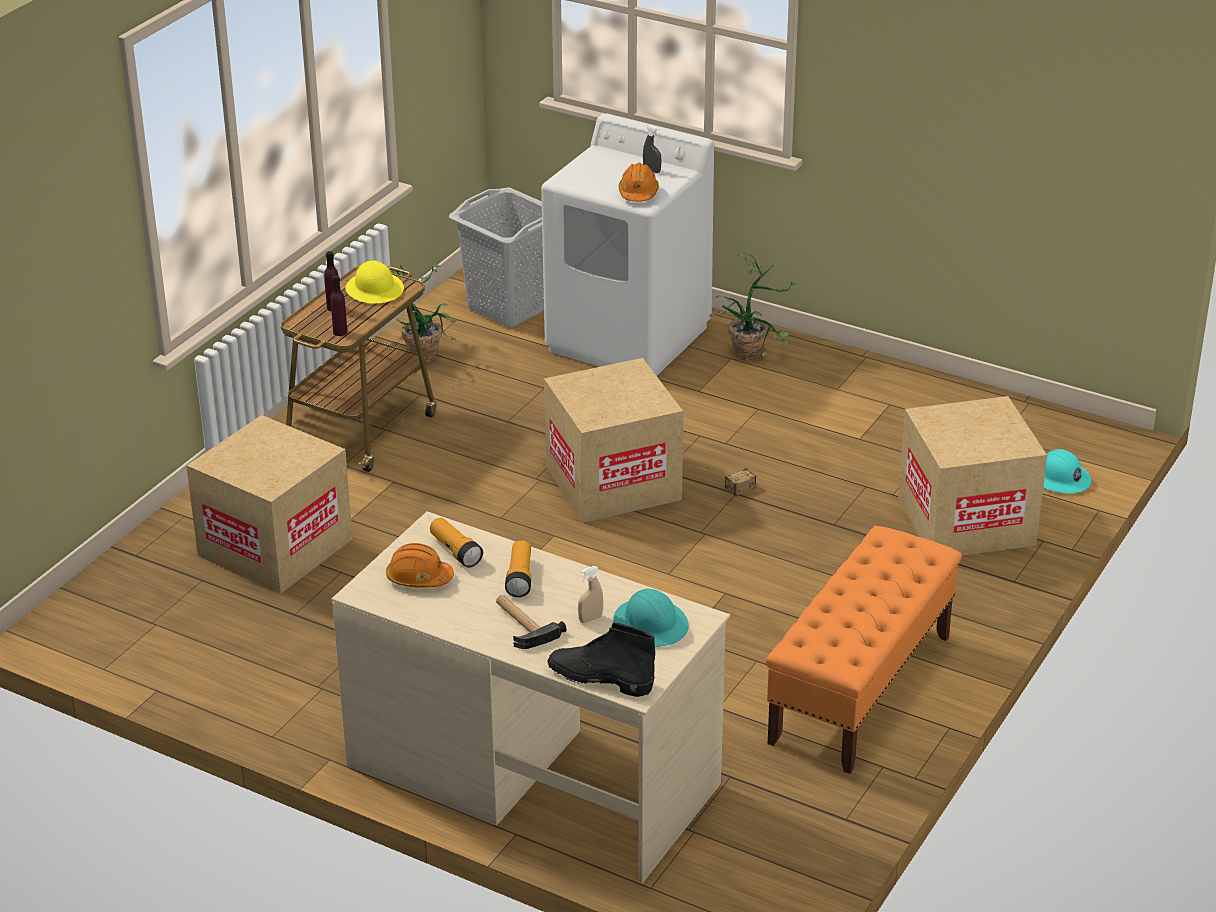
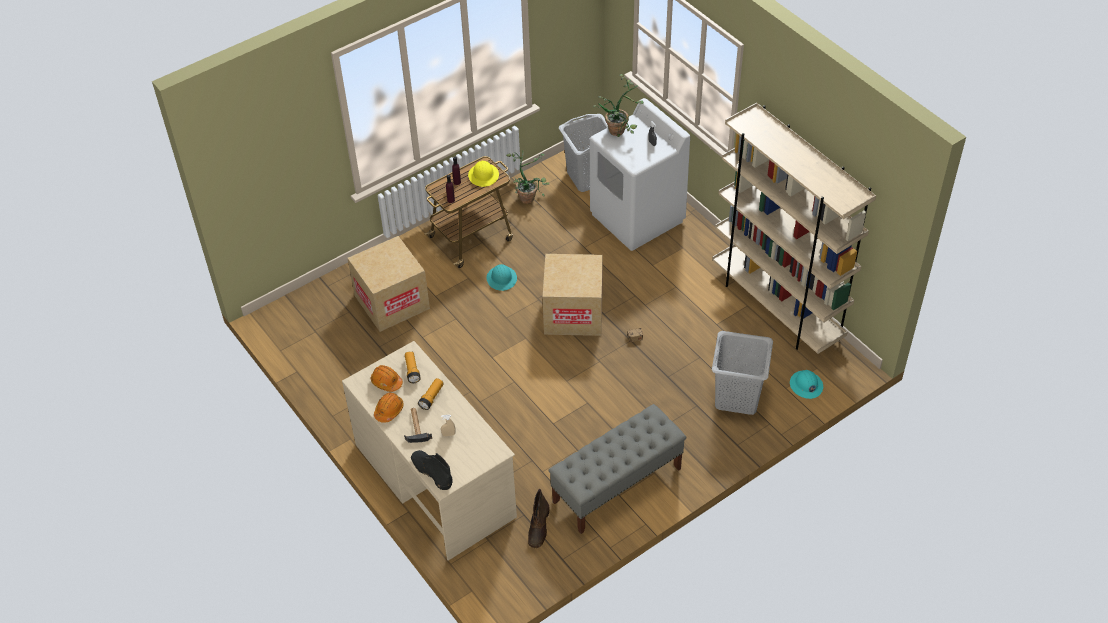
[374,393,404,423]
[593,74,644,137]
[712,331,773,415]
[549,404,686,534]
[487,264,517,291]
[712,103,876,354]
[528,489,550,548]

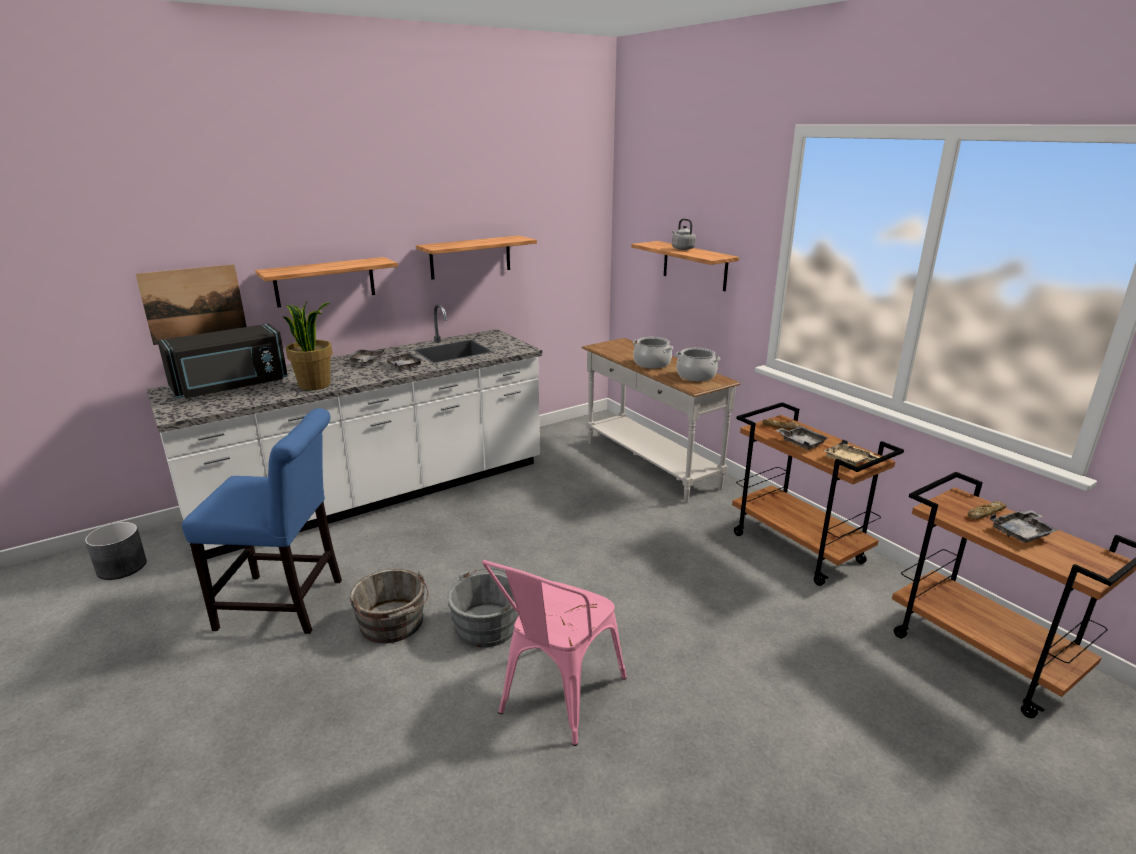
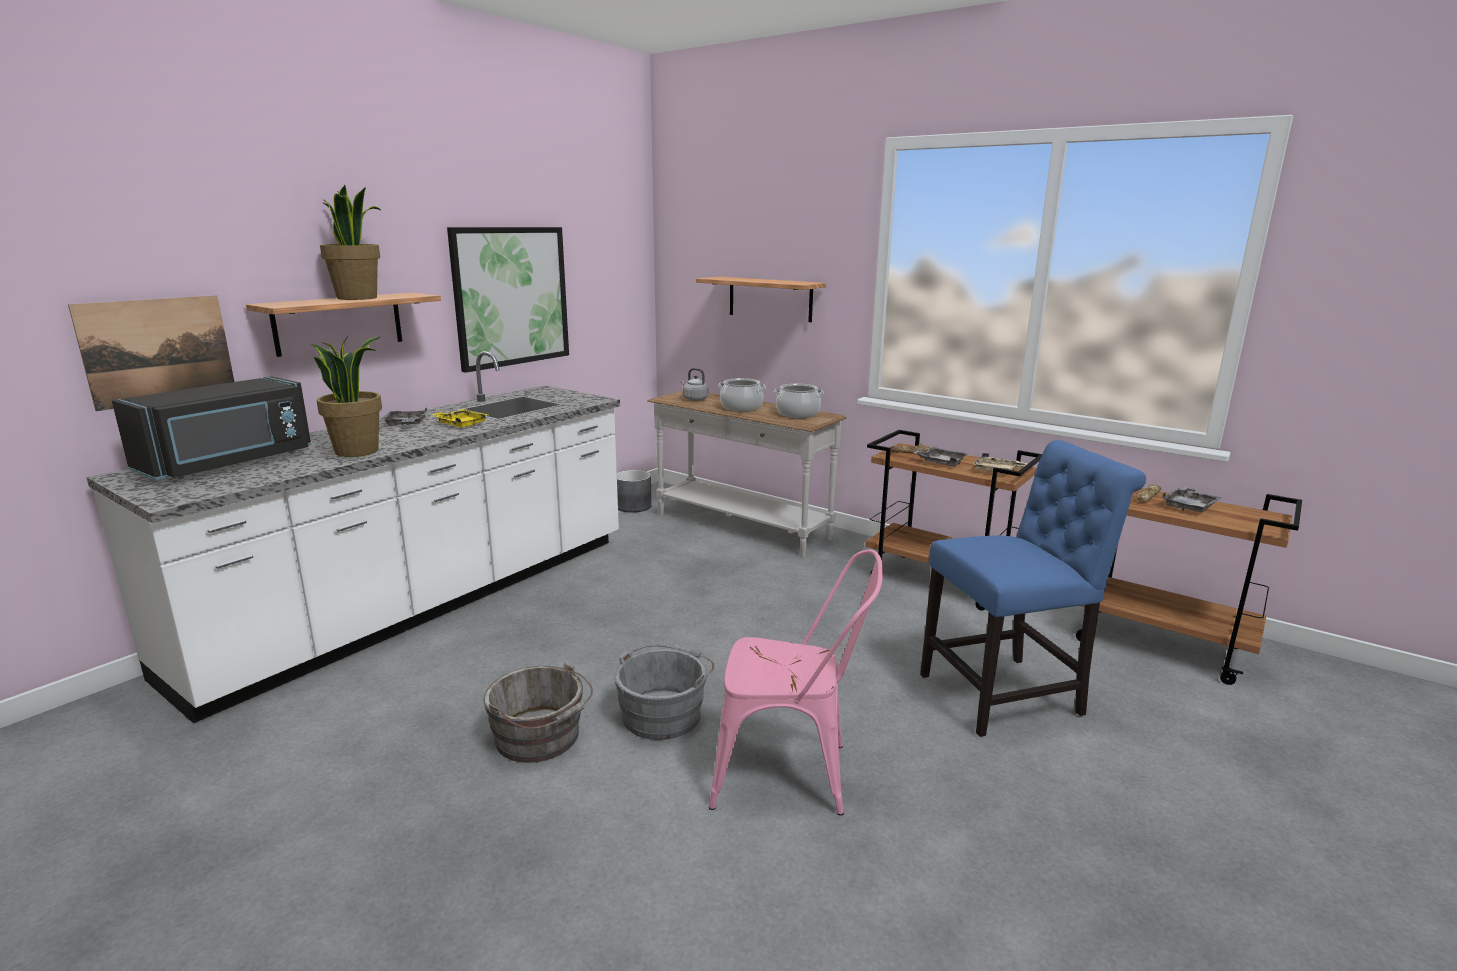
[681,368,708,401]
[447,227,569,373]
[431,409,488,428]
[920,440,1146,737]
[617,470,651,513]
[709,549,883,816]
[320,185,382,300]

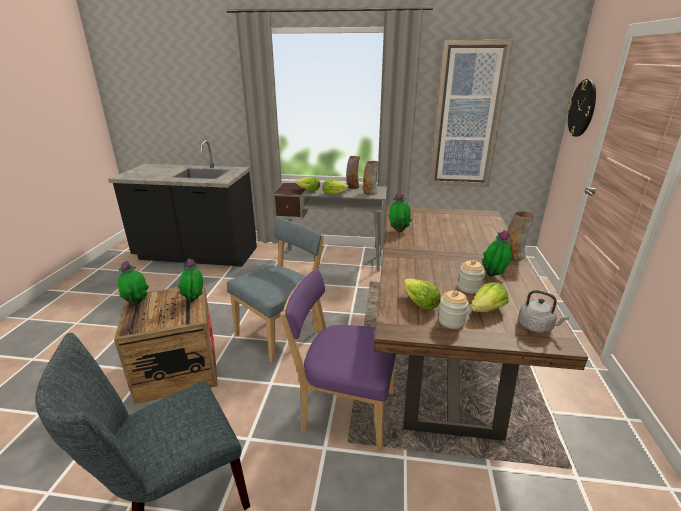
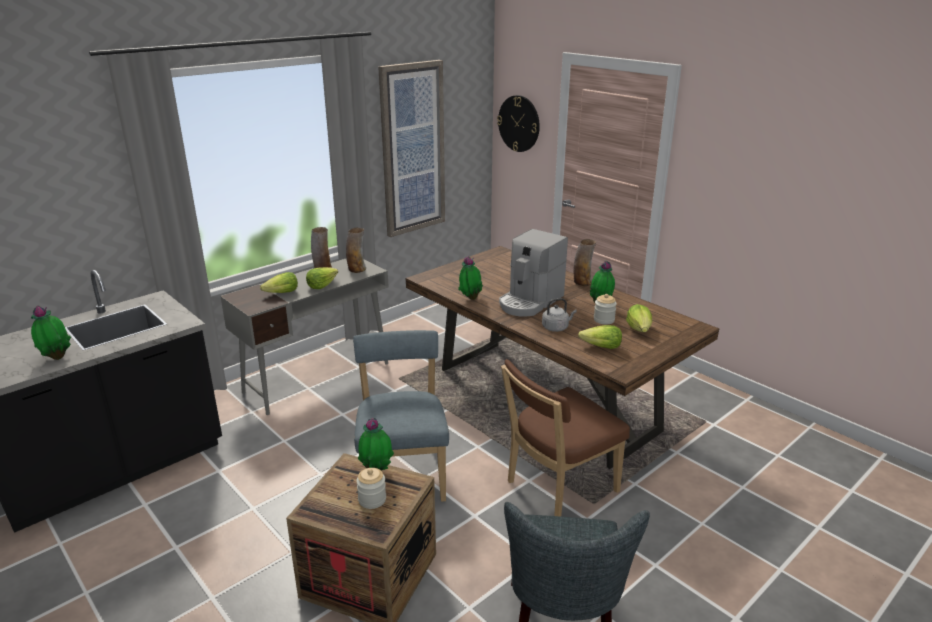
[31,306,71,360]
[501,359,630,517]
[356,468,386,509]
[542,298,577,332]
[499,229,568,316]

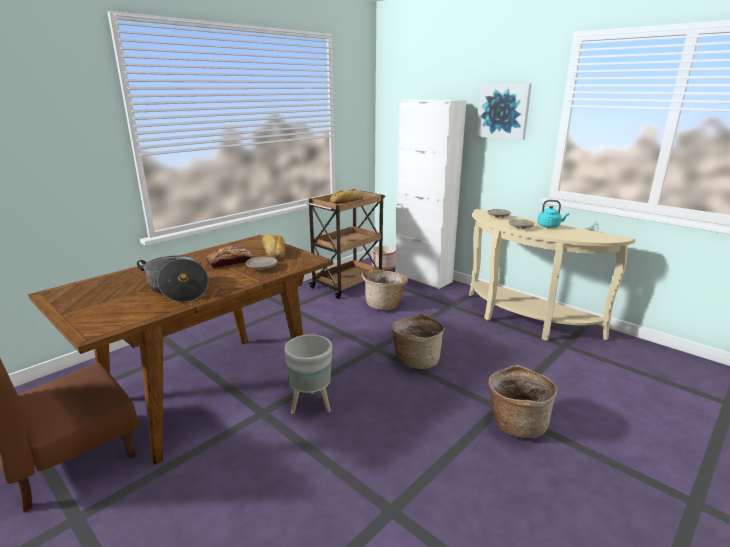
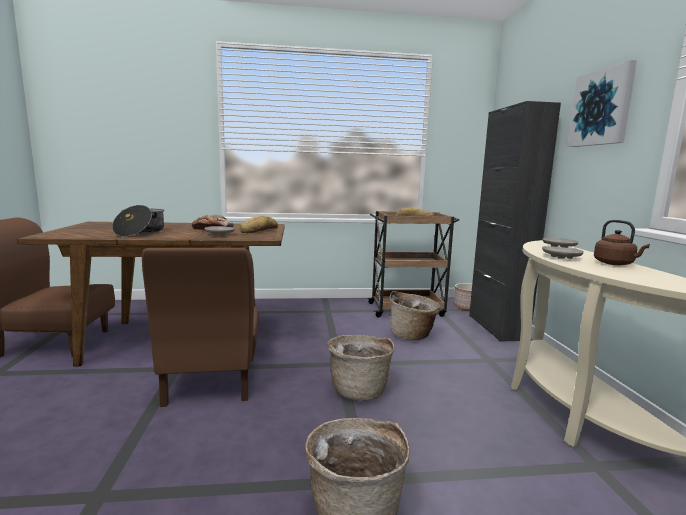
[469,101,561,342]
[594,220,650,265]
[142,248,259,407]

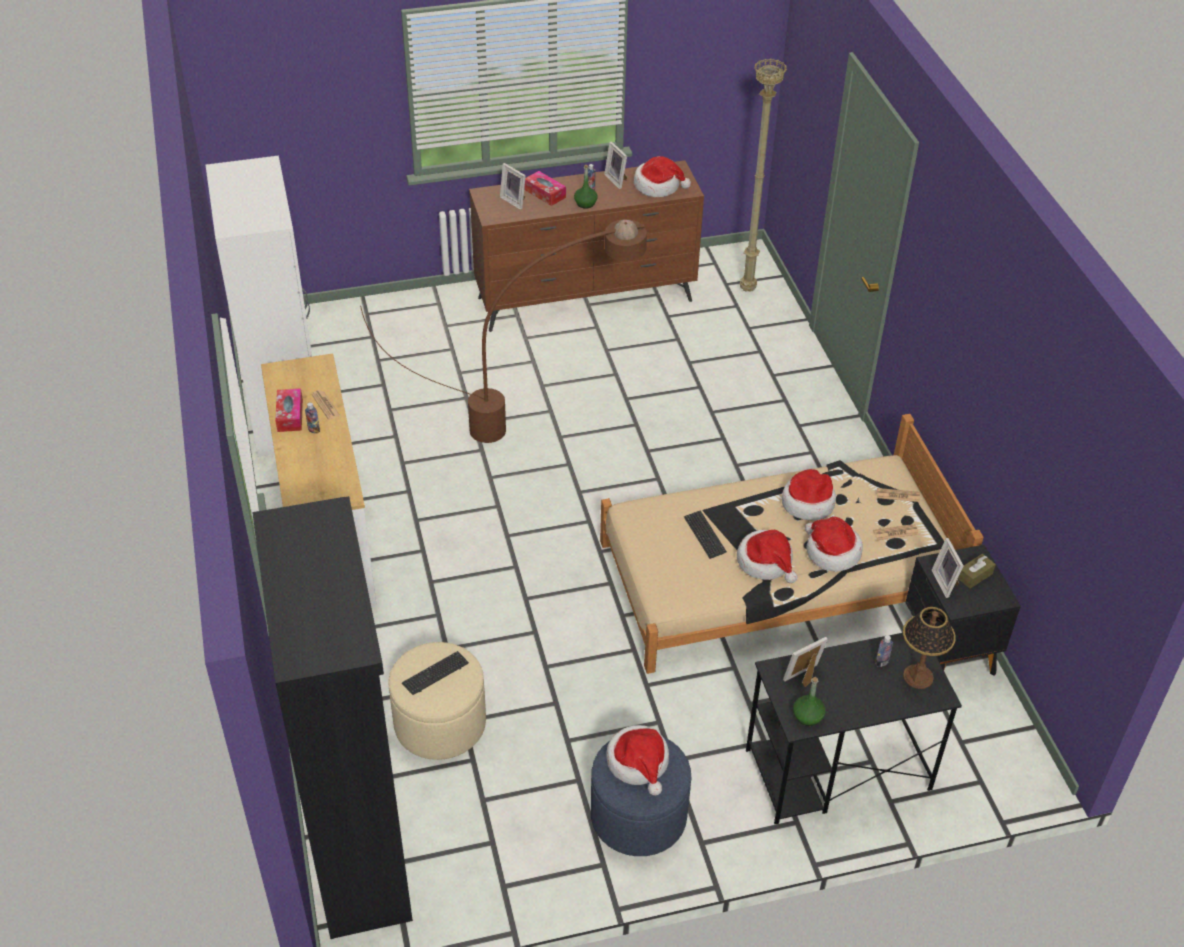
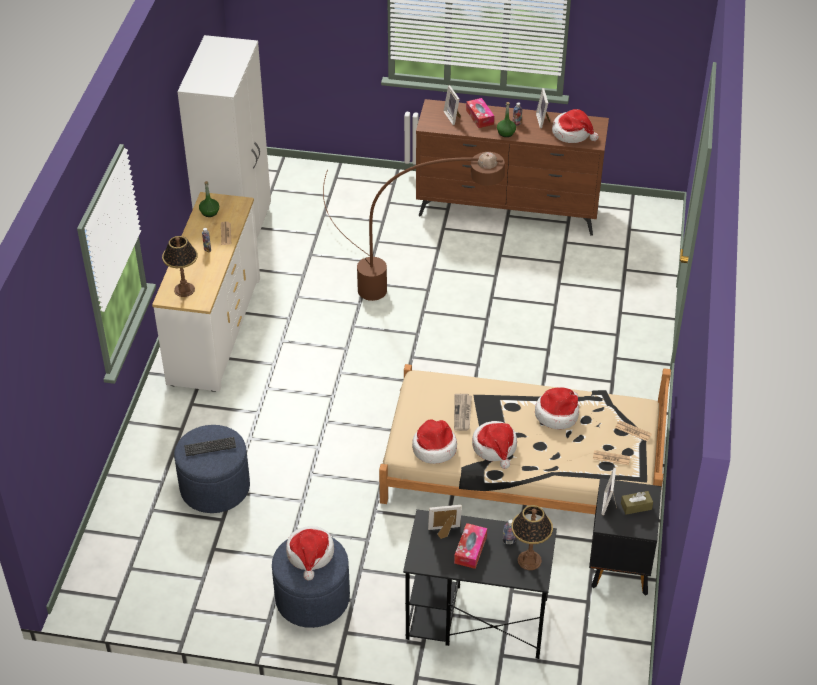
[740,59,787,292] (first image)
[454,523,487,569]
[252,496,413,939] (first image)
[454,394,472,431]
[412,420,457,464]
[174,425,250,513]
[199,181,219,217]
[162,236,198,297]

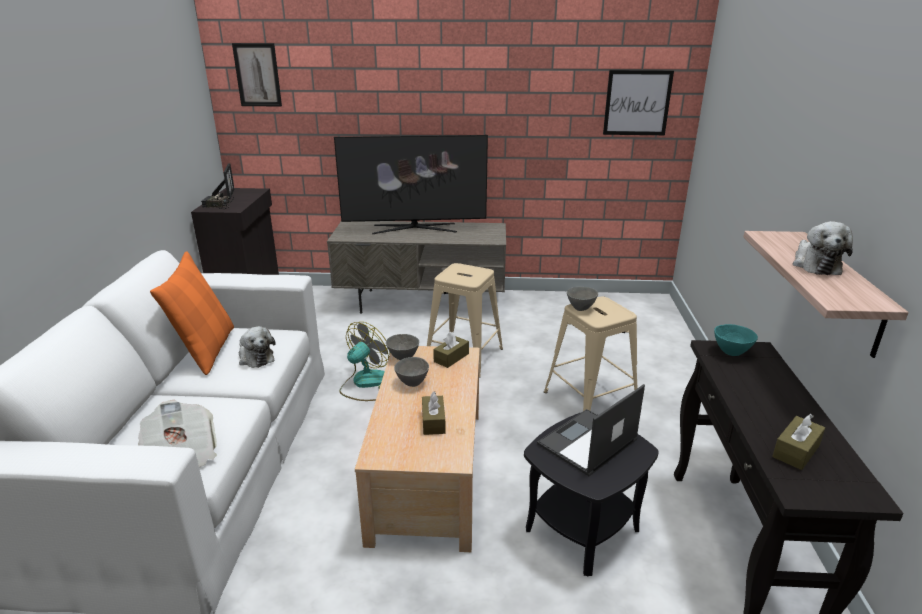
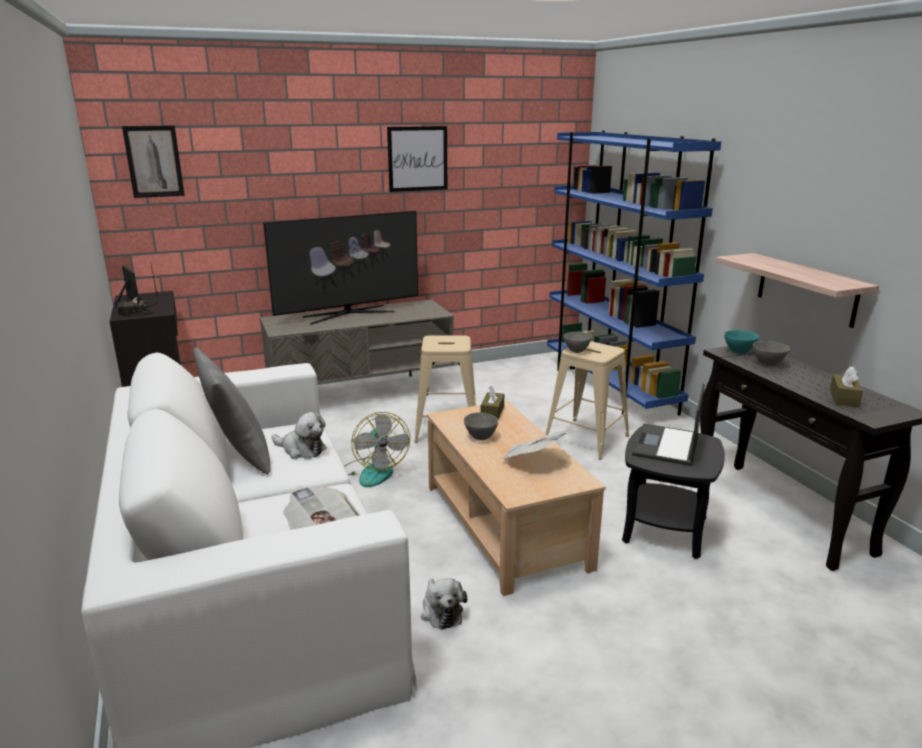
[387,126,447,192]
[421,578,467,630]
[193,348,270,474]
[344,412,410,487]
[753,341,790,366]
[501,429,568,459]
[547,131,721,416]

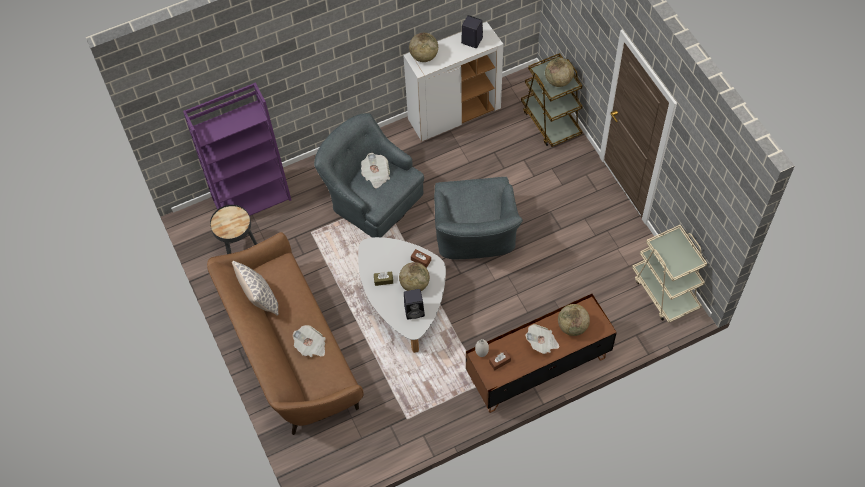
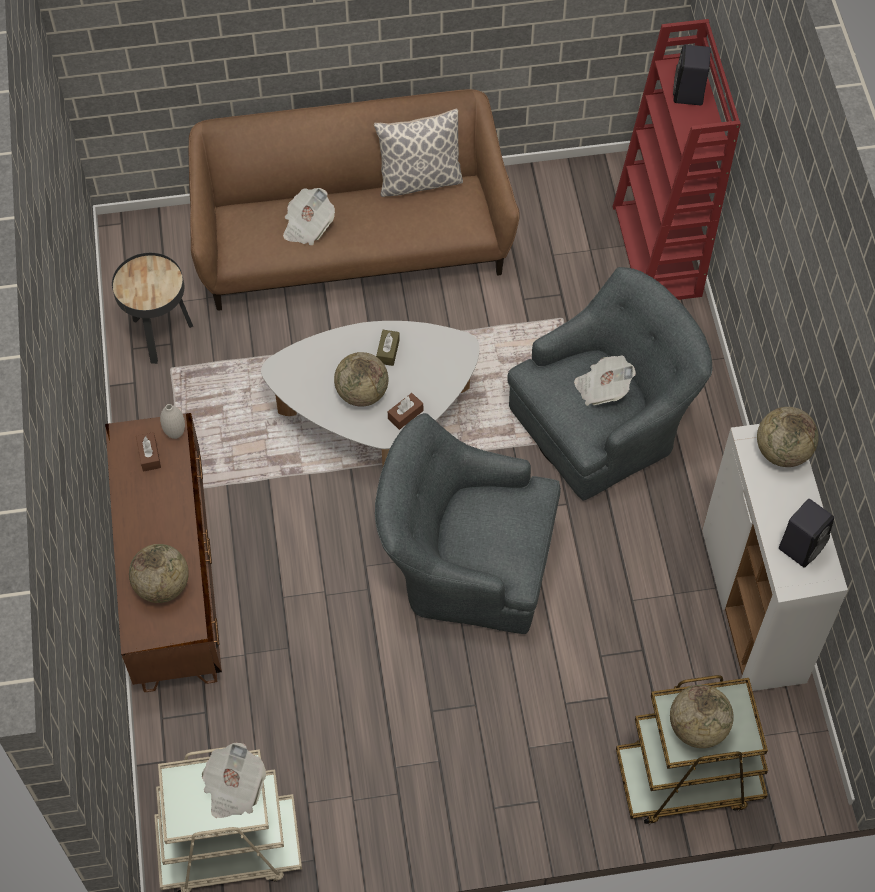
[613,19,741,300]
[112,253,193,364]
[673,44,711,105]
[202,743,266,818]

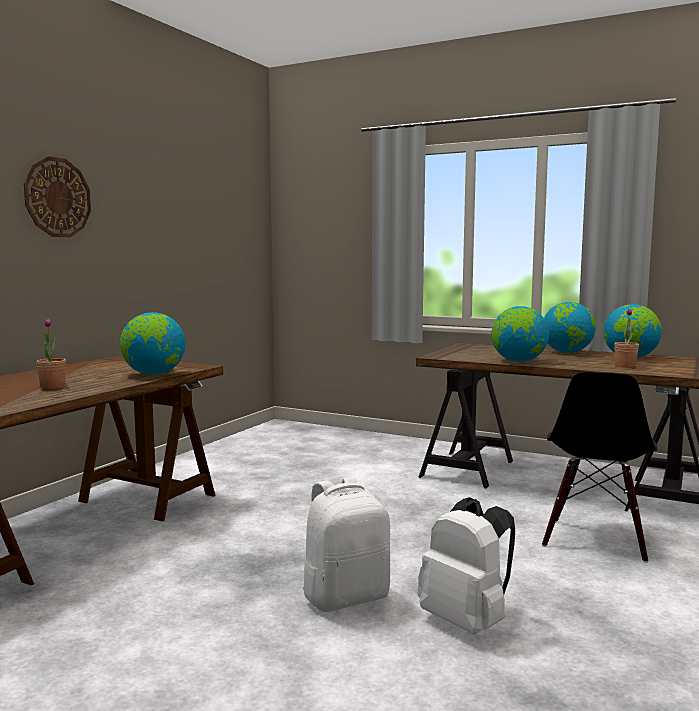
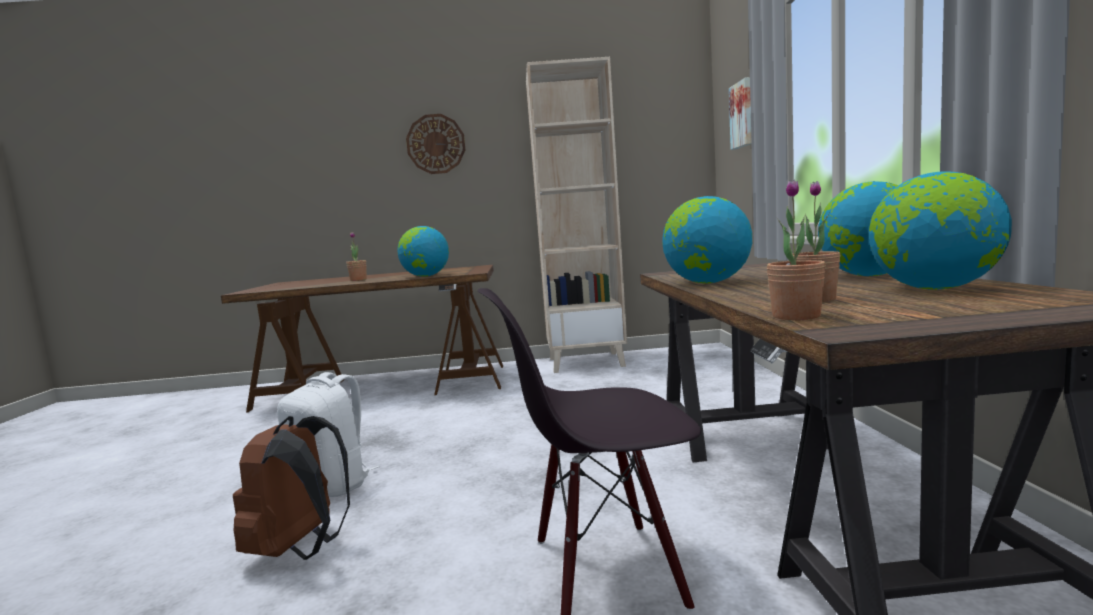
[233,416,350,560]
[526,57,627,373]
[729,77,752,150]
[767,180,826,320]

